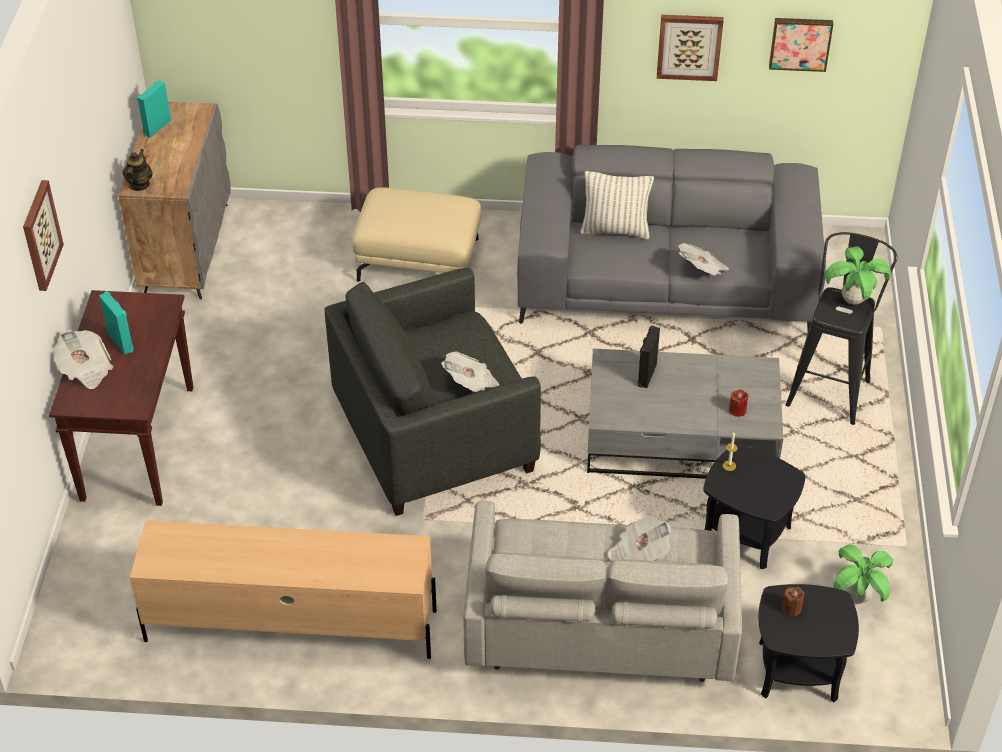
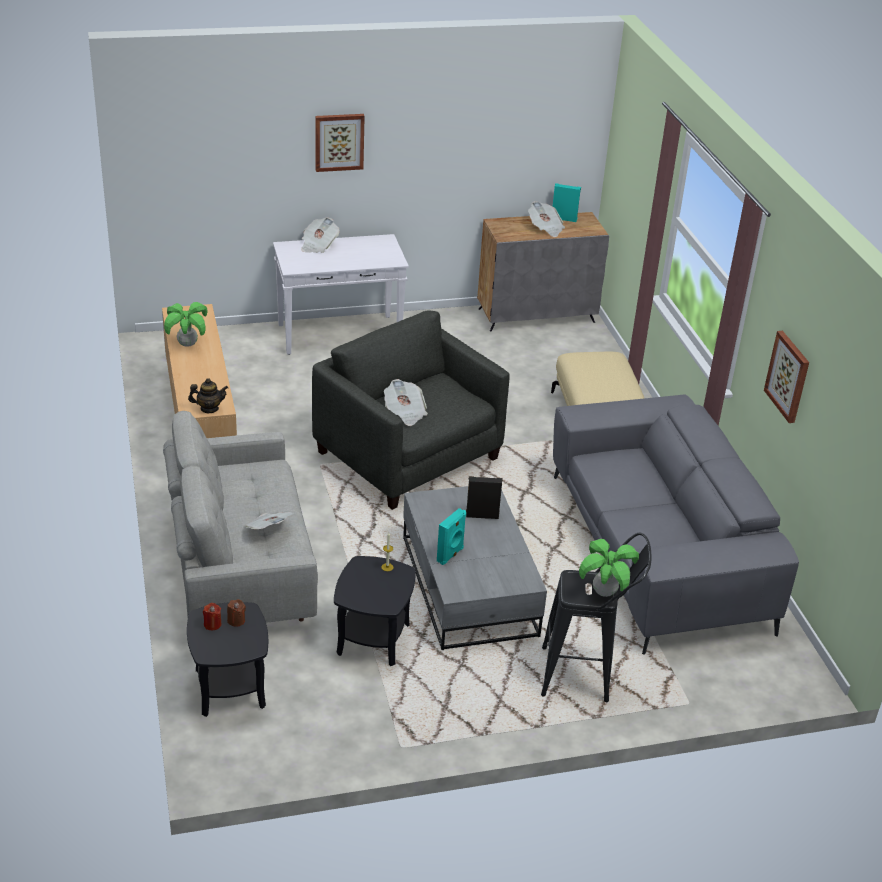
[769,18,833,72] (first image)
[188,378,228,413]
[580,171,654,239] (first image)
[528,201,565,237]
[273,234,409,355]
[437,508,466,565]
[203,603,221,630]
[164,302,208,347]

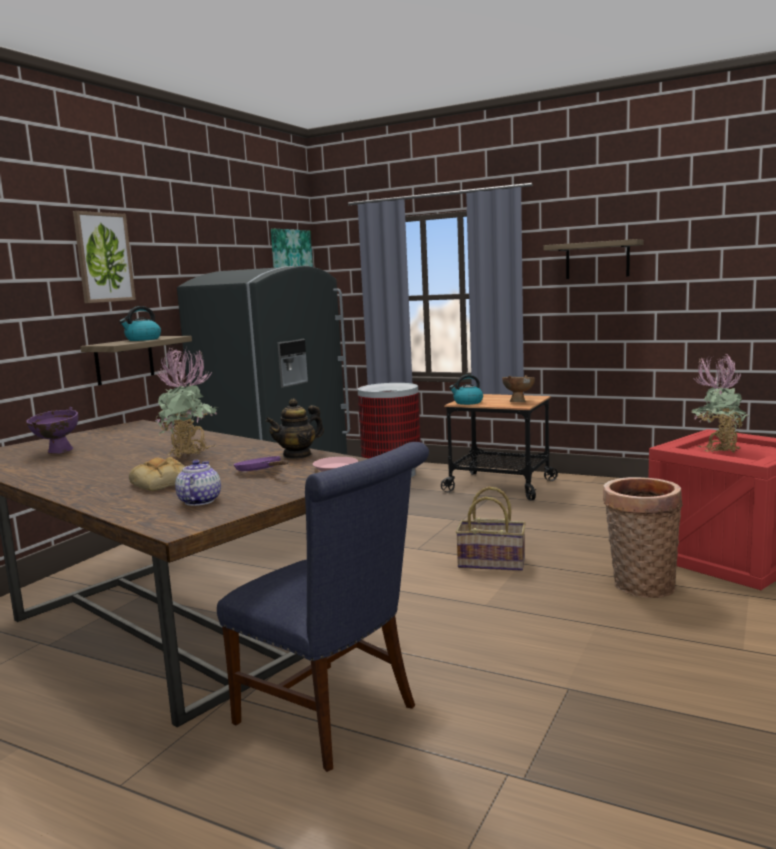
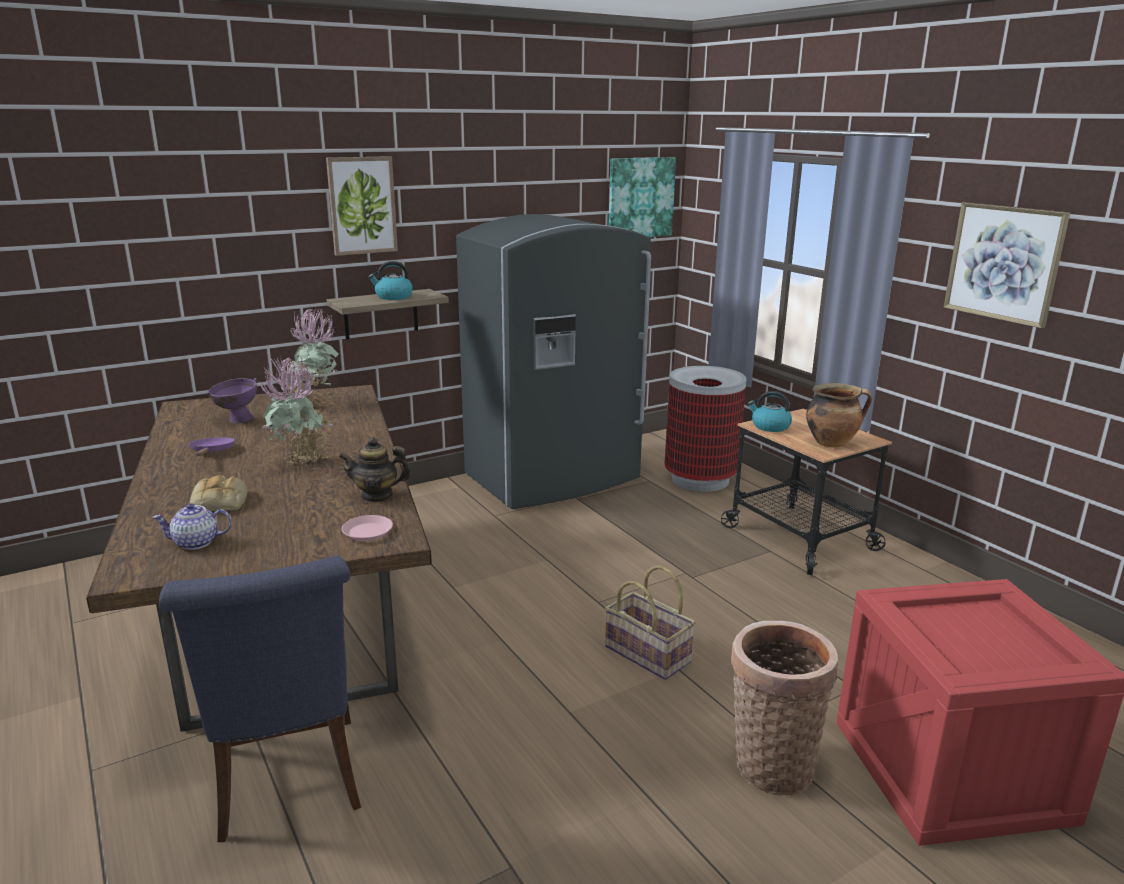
[944,202,1070,328]
[278,309,339,408]
[806,383,872,448]
[189,437,235,456]
[152,503,232,550]

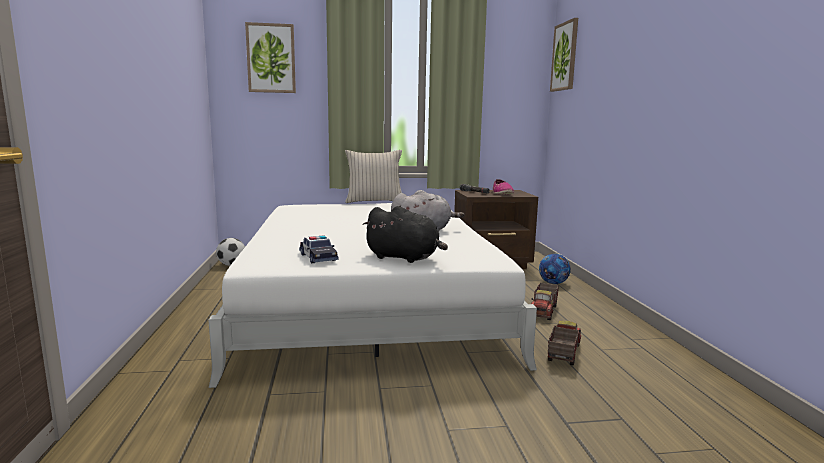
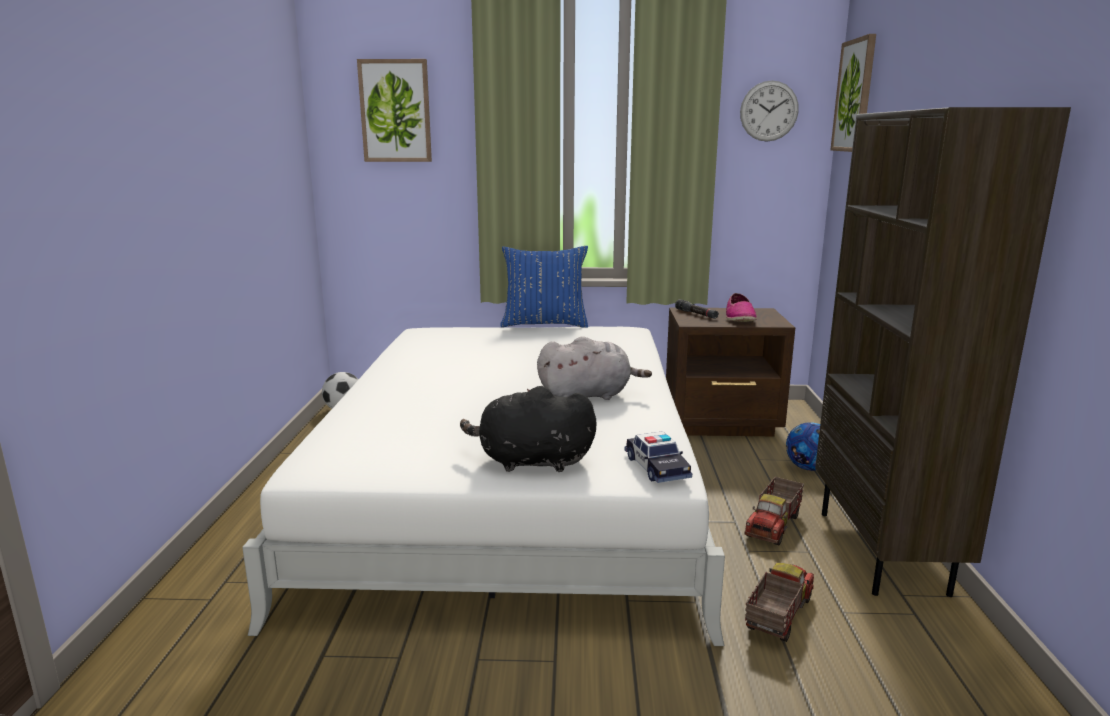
[500,246,588,328]
[460,386,597,472]
[625,431,692,483]
[740,80,799,142]
[815,107,1071,597]

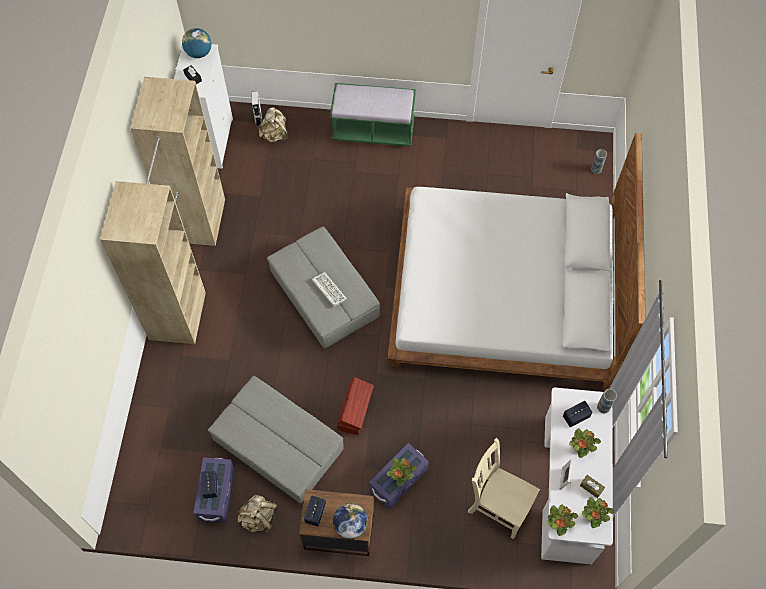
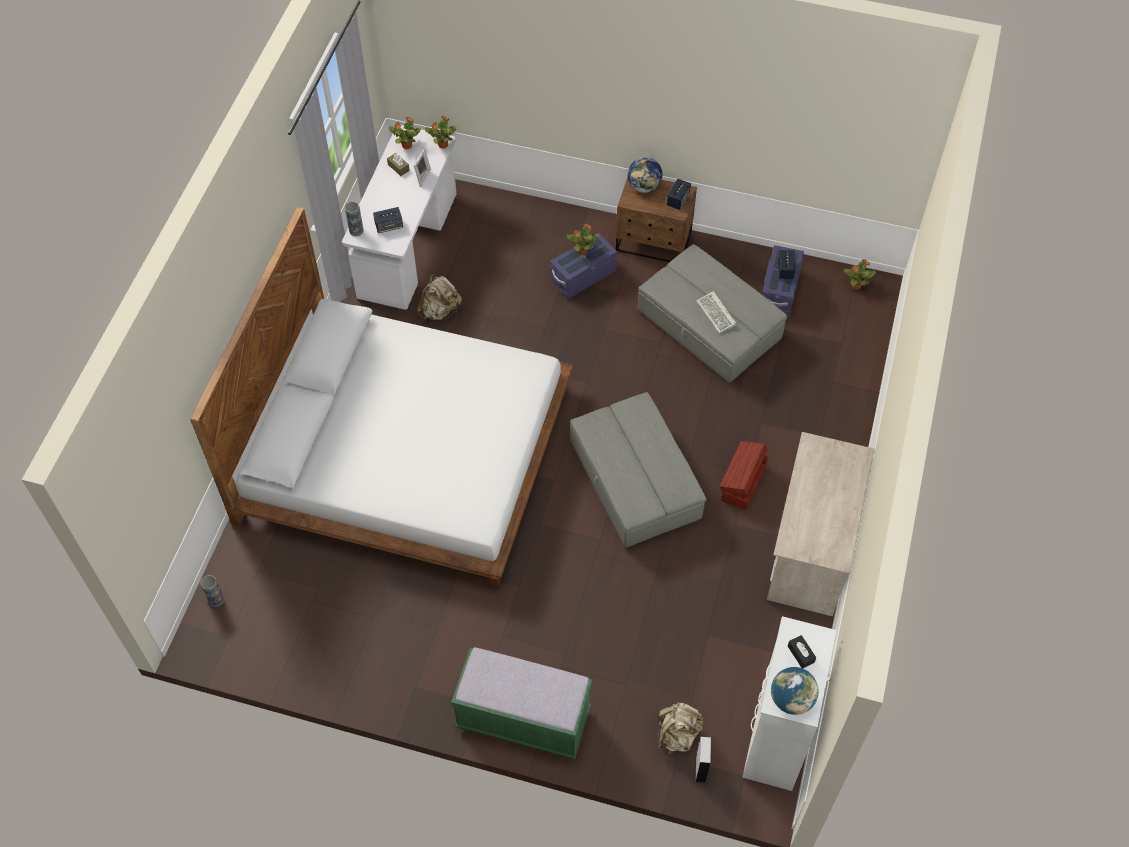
[767,432,875,616]
[696,291,737,334]
[720,441,769,510]
[844,259,876,290]
[468,438,540,539] (first image)
[417,274,462,321]

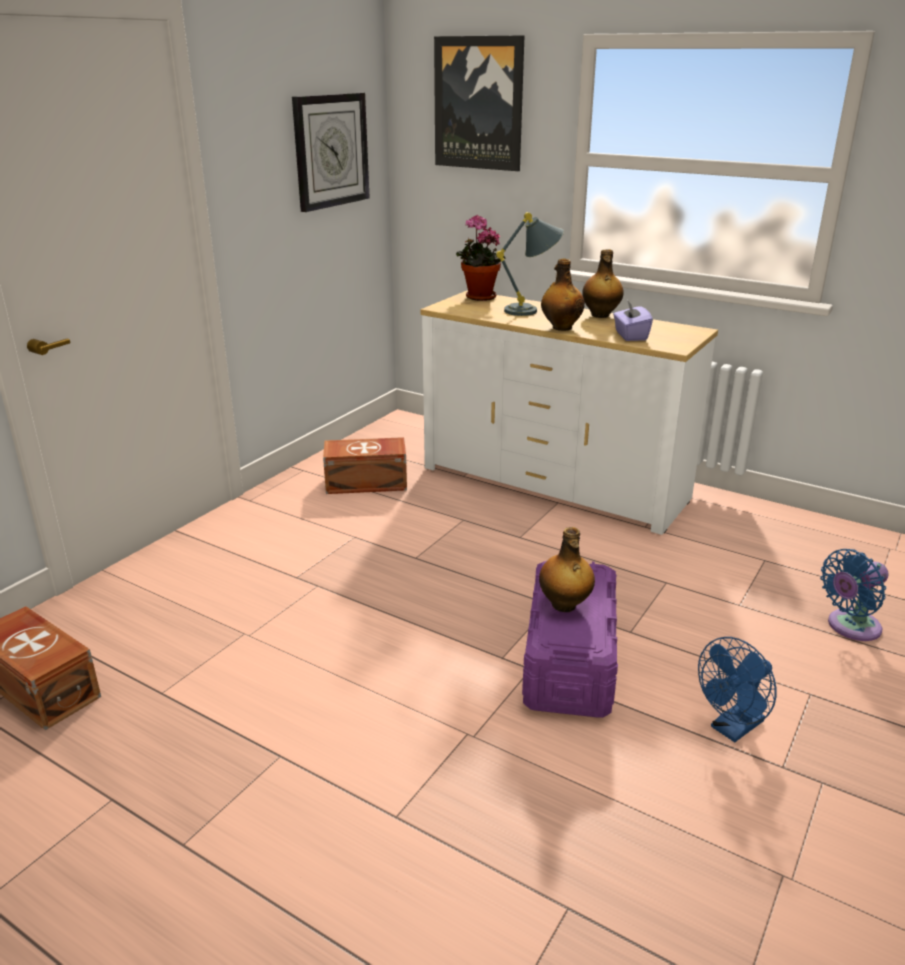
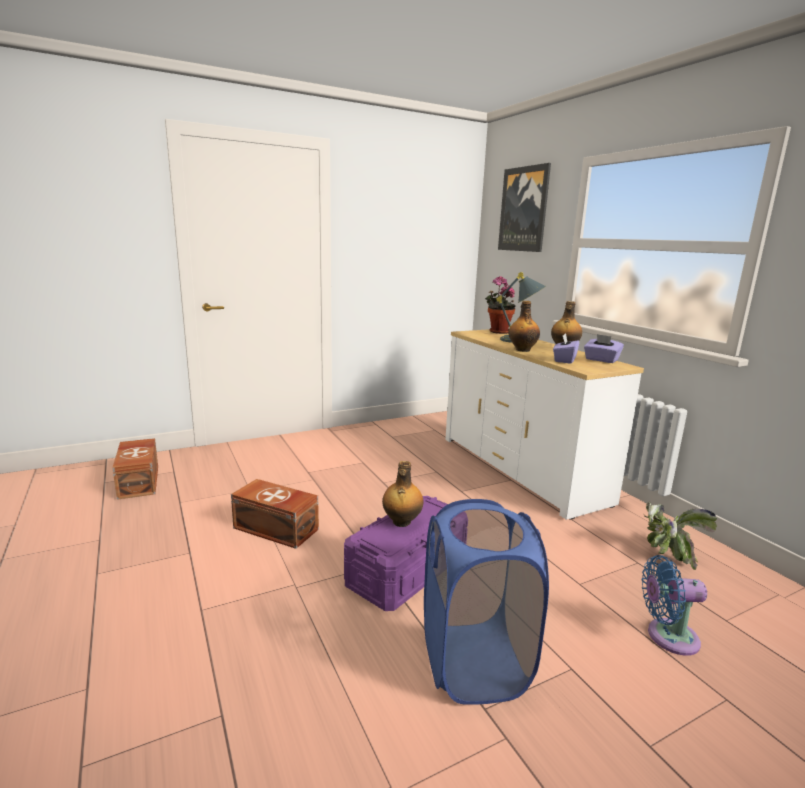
[292,93,370,212] (first image)
[231,479,319,549]
[424,499,549,705]
[584,334,624,363]
[644,502,717,570]

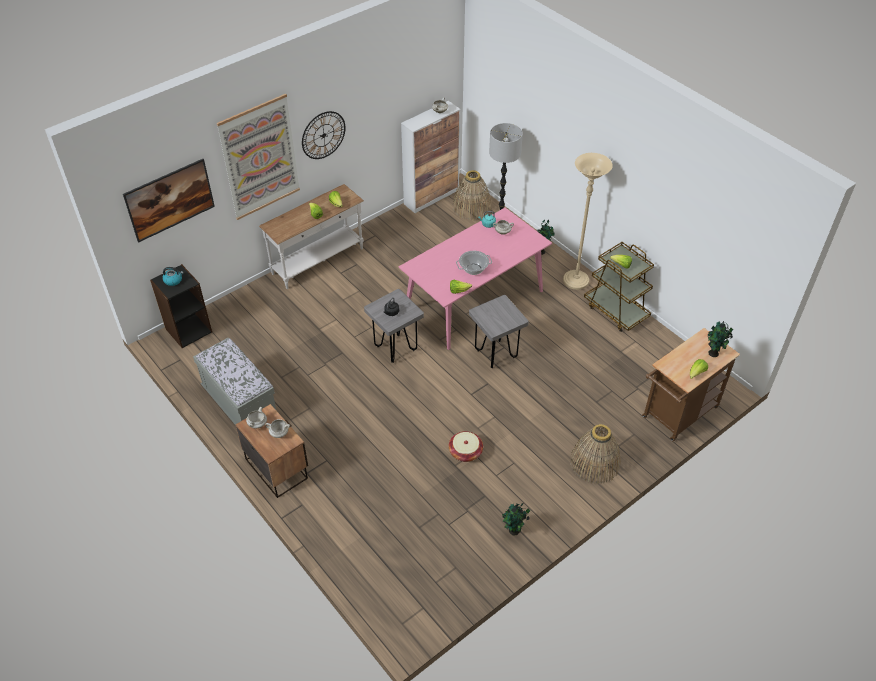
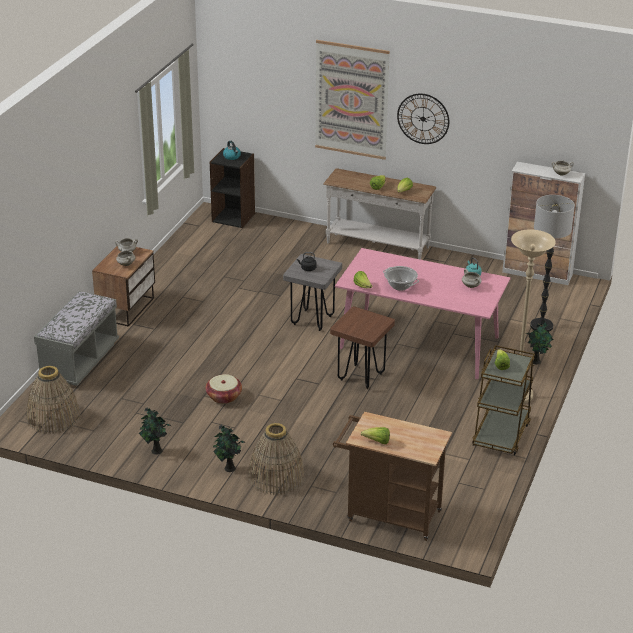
[123,159,215,243] (first image)
[26,366,81,434]
[330,306,395,389]
[213,425,245,472]
[34,291,119,386]

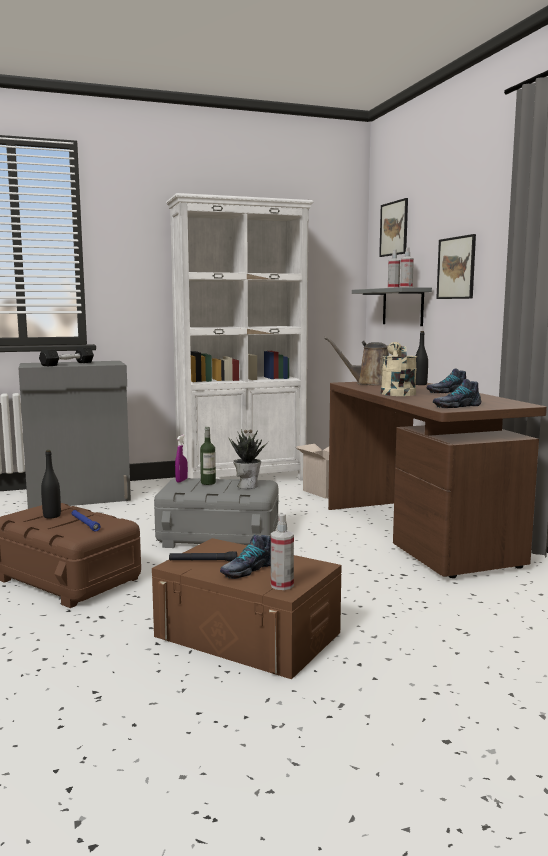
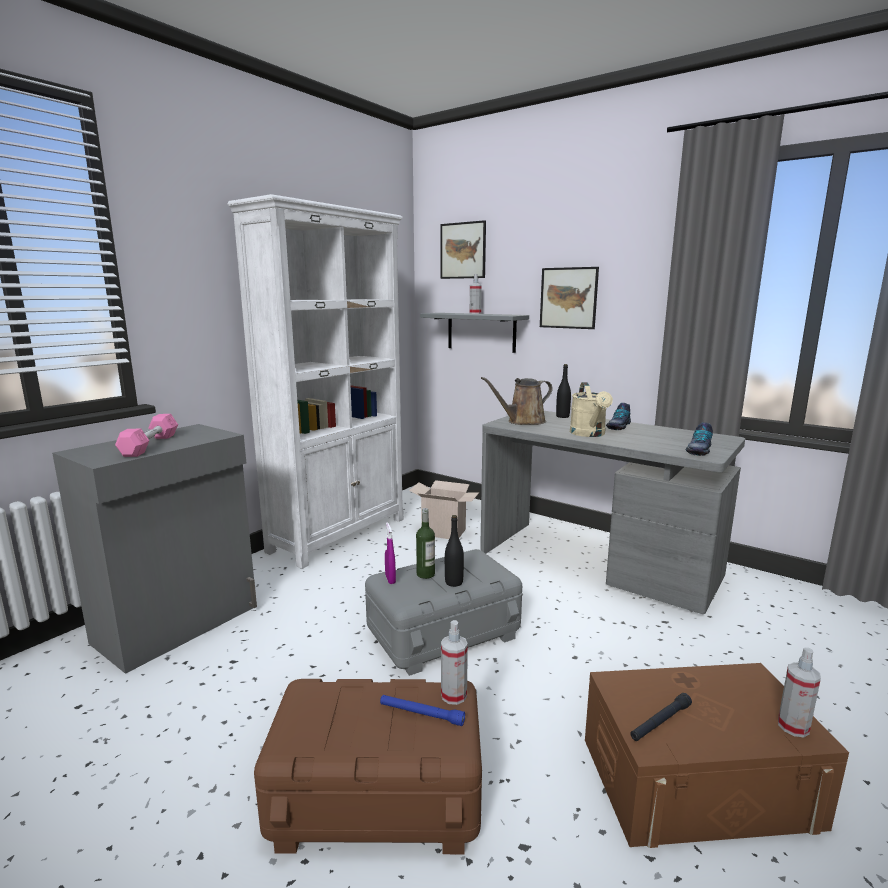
[441,620,468,705]
[570,382,613,437]
[115,414,178,457]
[480,411,745,614]
[229,429,268,489] (first image)
[445,515,464,587]
[220,535,271,579] (first image)

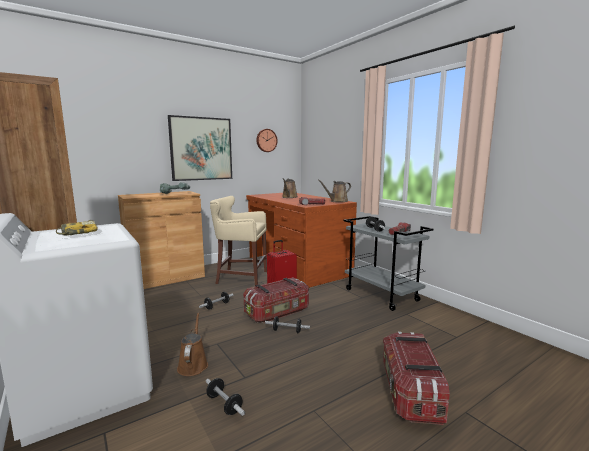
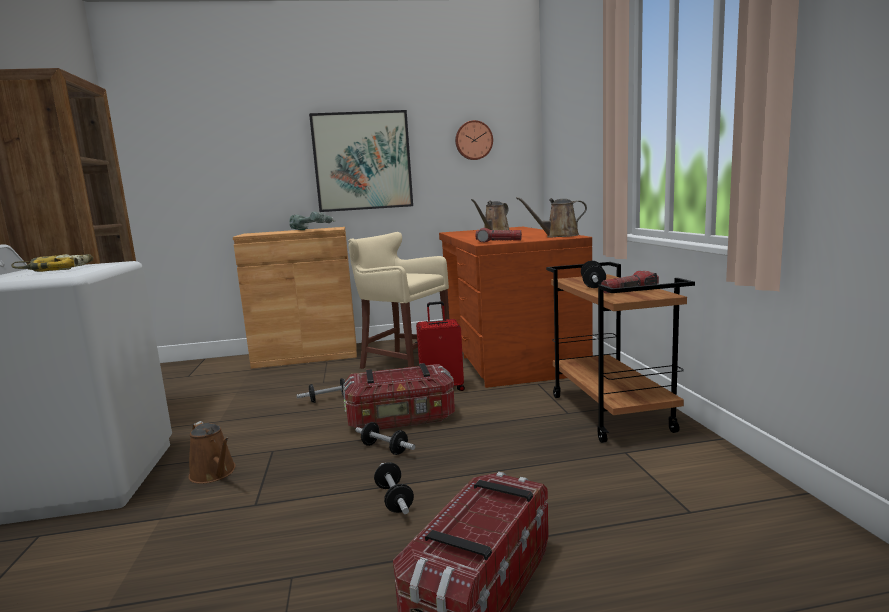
[546,262,695,443]
[189,421,236,484]
[374,462,414,514]

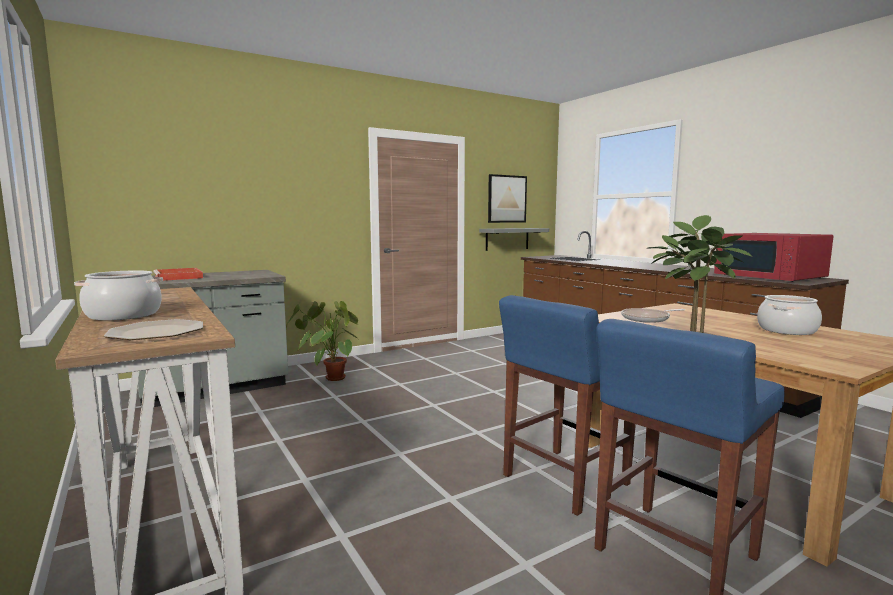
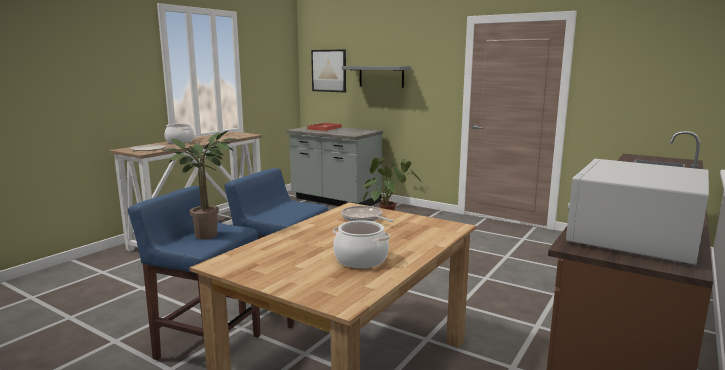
[311,50,346,92]
[342,66,411,88]
[566,159,709,265]

